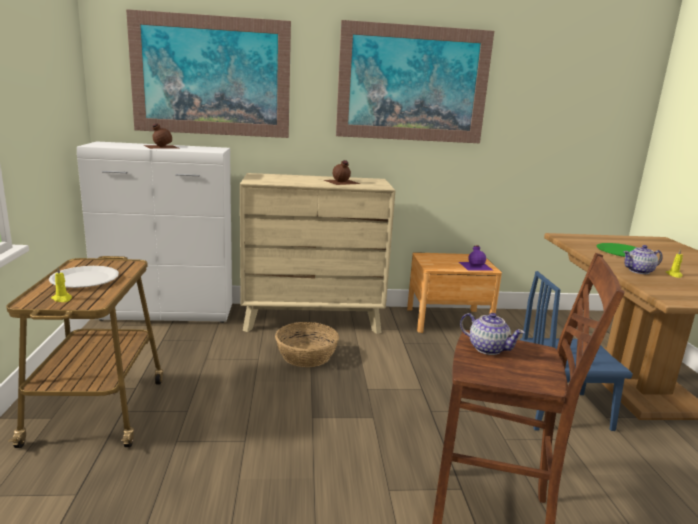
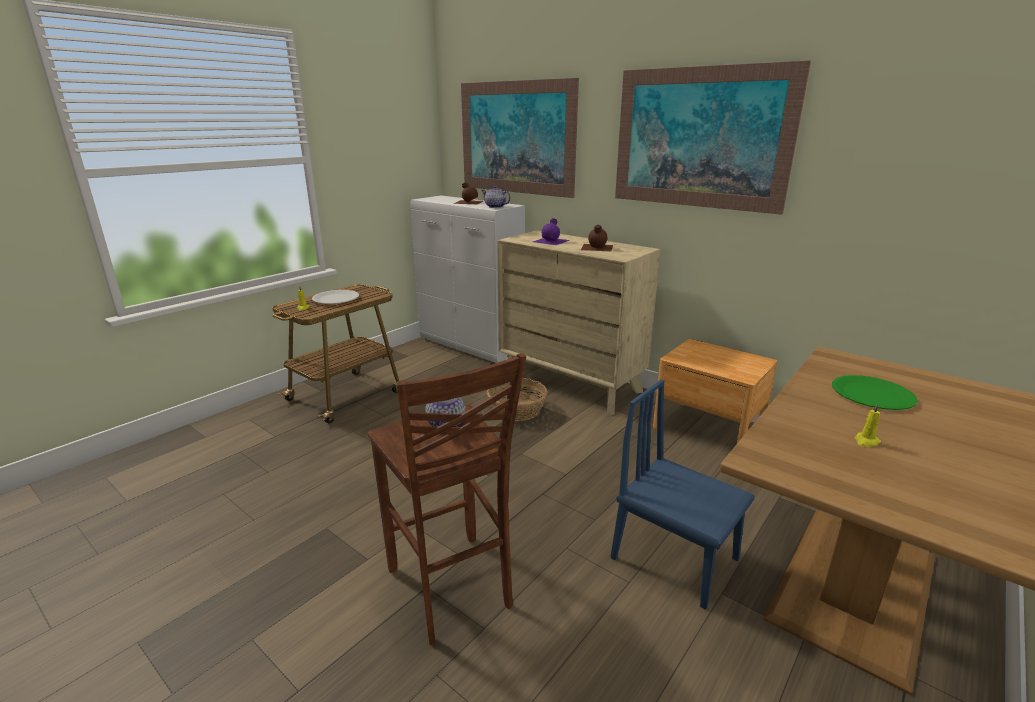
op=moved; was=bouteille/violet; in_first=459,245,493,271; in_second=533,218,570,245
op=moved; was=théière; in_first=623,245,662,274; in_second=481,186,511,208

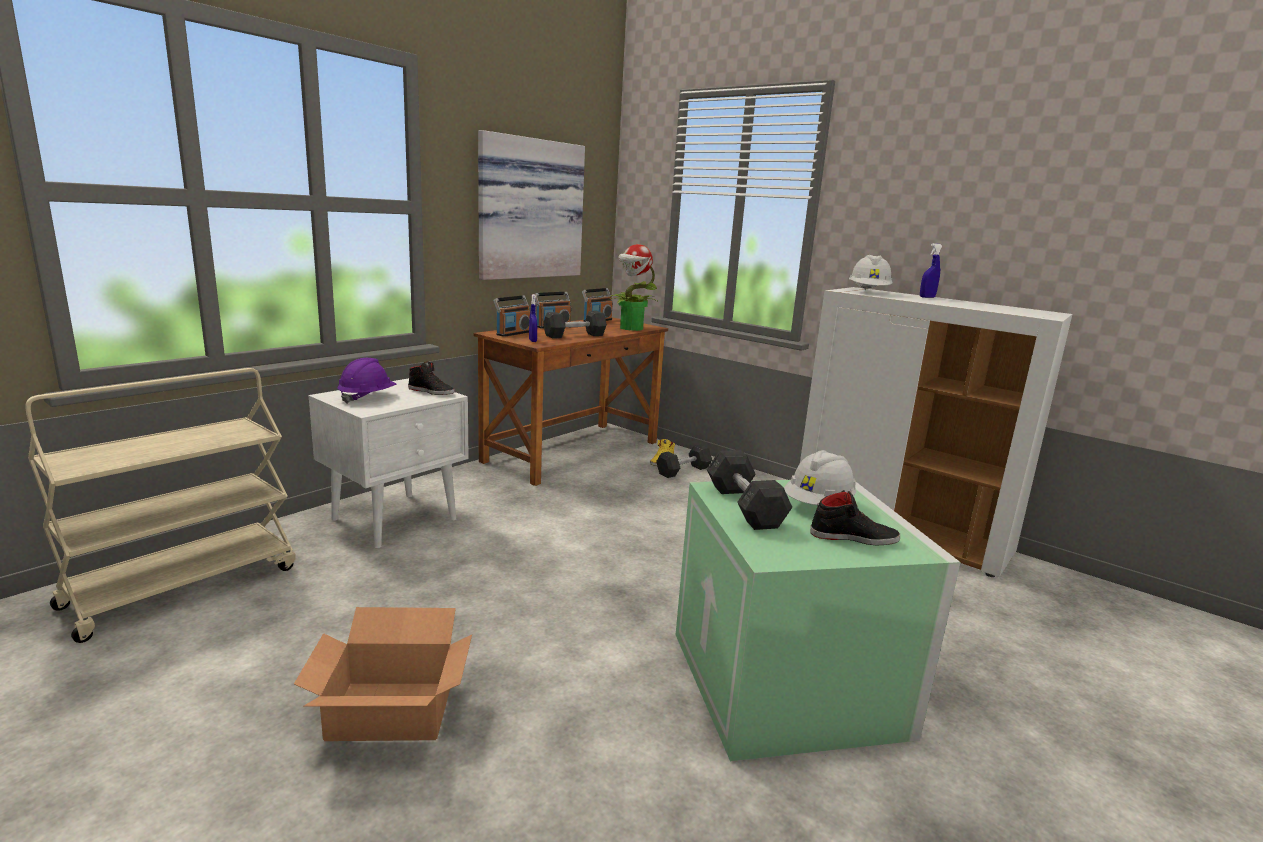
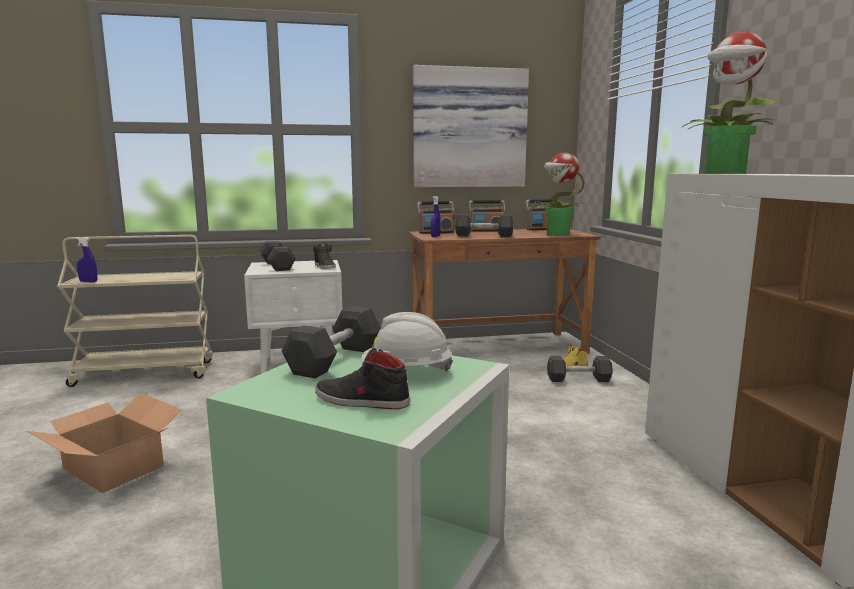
op=moved; was=vaporisateur/bleu; in_first=920,243,943,298; in_second=76,237,97,282
op=replaced; was=casque de chantier/blanc; now=plante en pot; in_first=849,255,893,290; in_second=681,32,779,174
op=replaced; was=casque de chantier/violet; now=haltère/gris; in_first=337,358,396,404; in_second=260,241,296,271
op=turned; was=chaussure/noir; in_first=811,490,900,545; in_second=315,348,410,409; clockwise=150

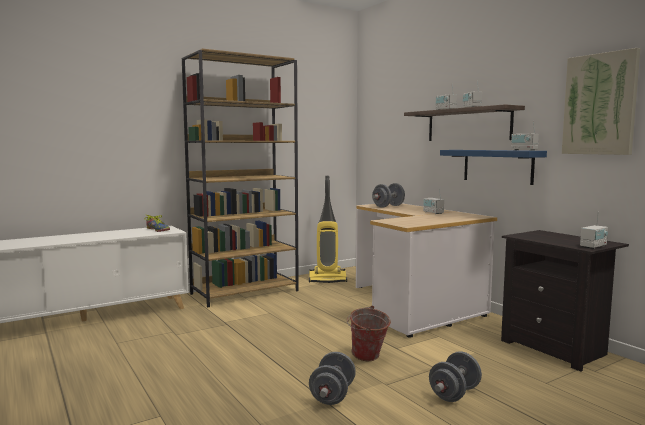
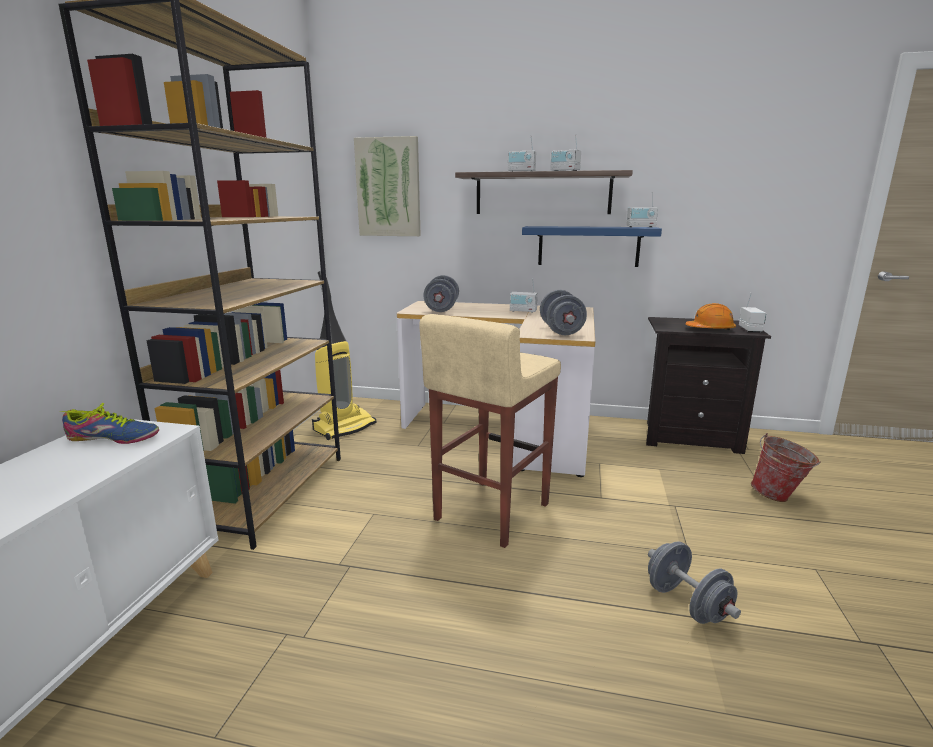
op=moved; was=tableau; in_first=562,48,640,155; in_second=354,136,421,236
op=moved; was=seau; in_first=347,306,391,361; in_second=751,433,821,502
op=moved; was=haltère/gris; in_first=429,351,482,402; in_second=540,290,587,335
op=added; now=casque de chantier/orange; in_second=685,303,736,331
op=added; now=tabouret/beige; in_second=419,314,561,548

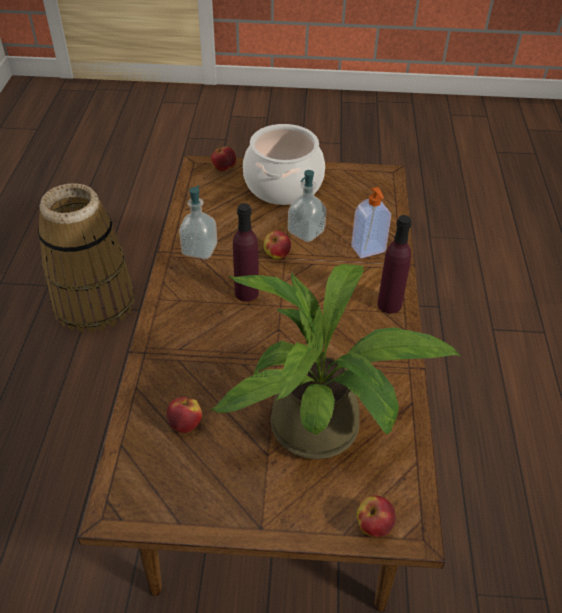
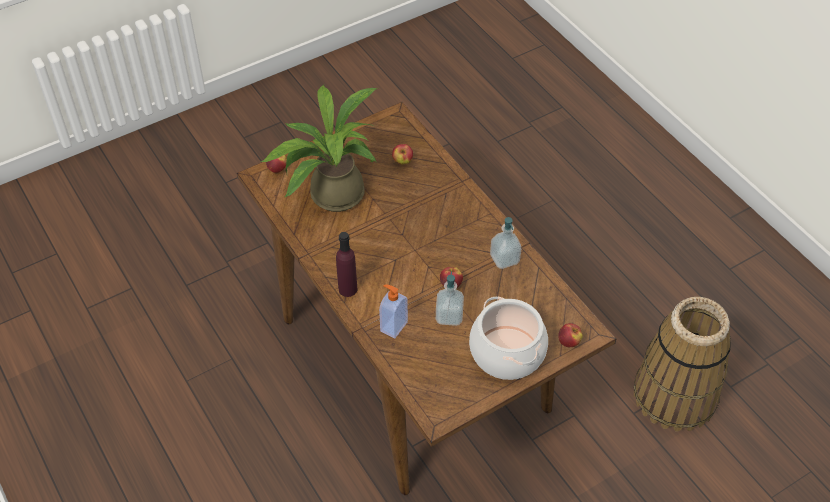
op=removed; was=bouteille/violet; in_first=233,203,259,302

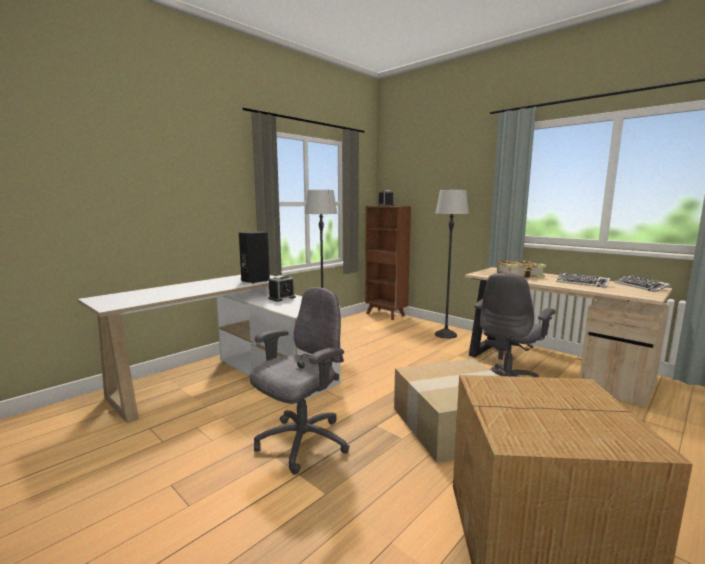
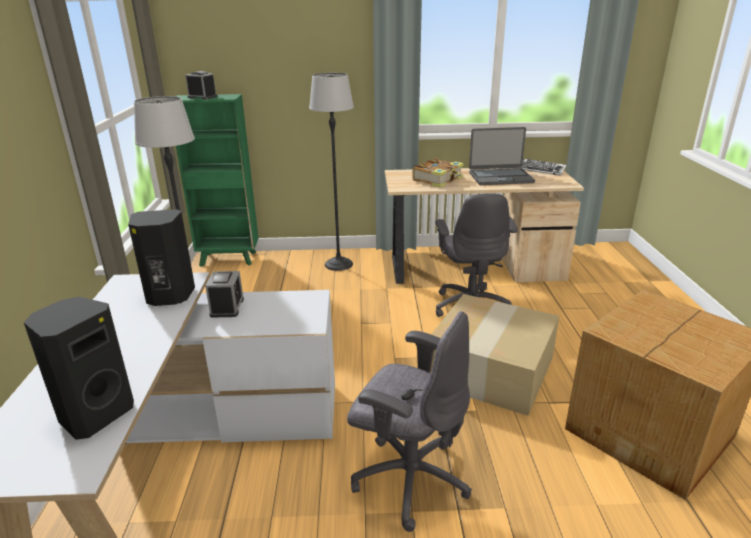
op=recoloured; was=bibliothèque/marron; now=bibliothèque/vert; in_first=365,206,411,320; in_second=176,94,259,267
op=replaced; was=clavier; now=ordinateur portable; in_first=556,273,610,288; in_second=469,127,535,185
op=turned; was=chaise de bureau/gris; in_first=250,287,350,475; in_second=347,311,472,532; clockwise=120
op=added; now=enceinte/noir; in_second=24,297,134,440

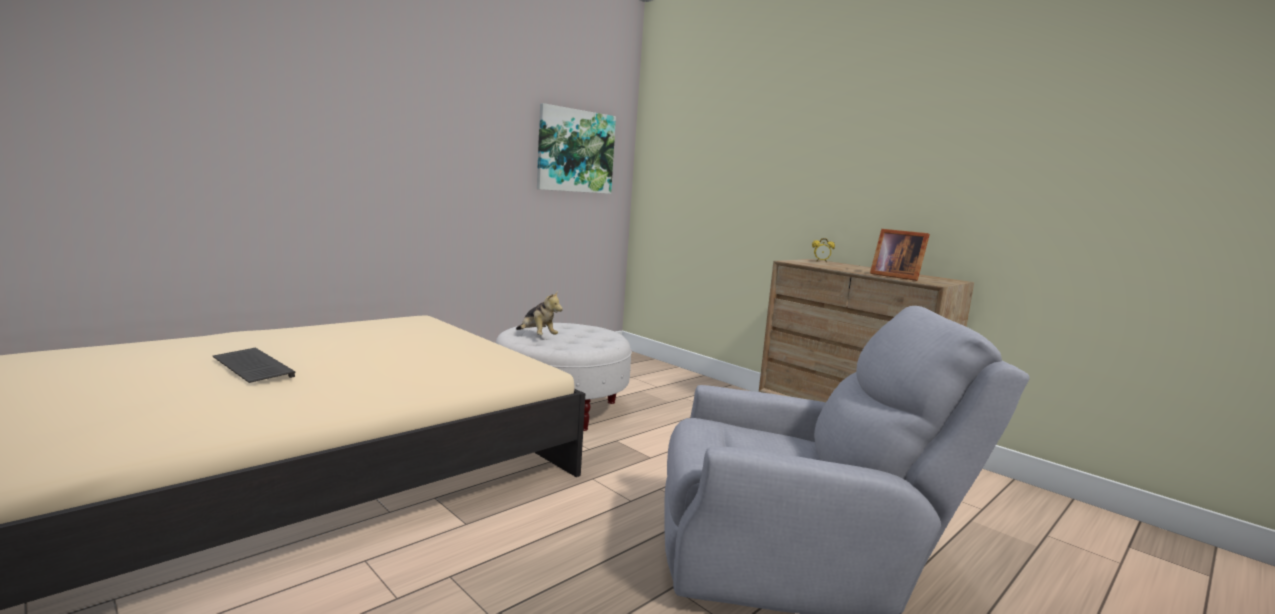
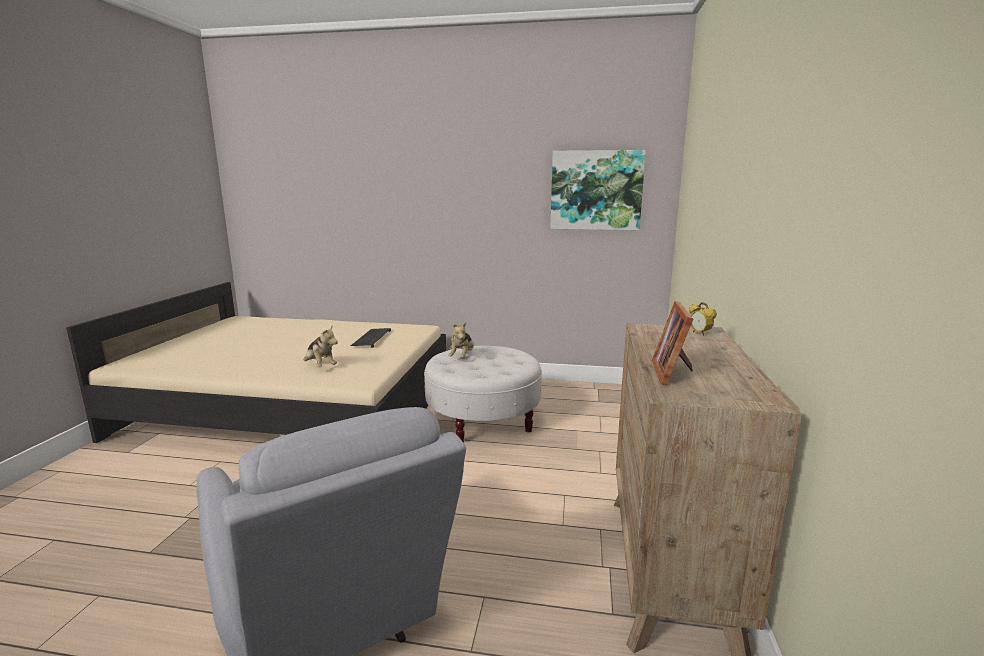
op=moved; was=clavier; in_first=213,348,295,383; in_second=351,328,391,348
op=added; now=peluche; in_second=303,326,338,367

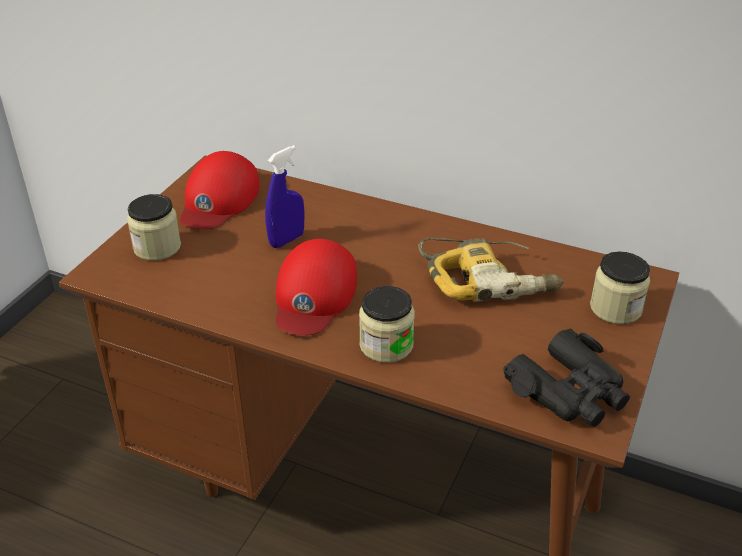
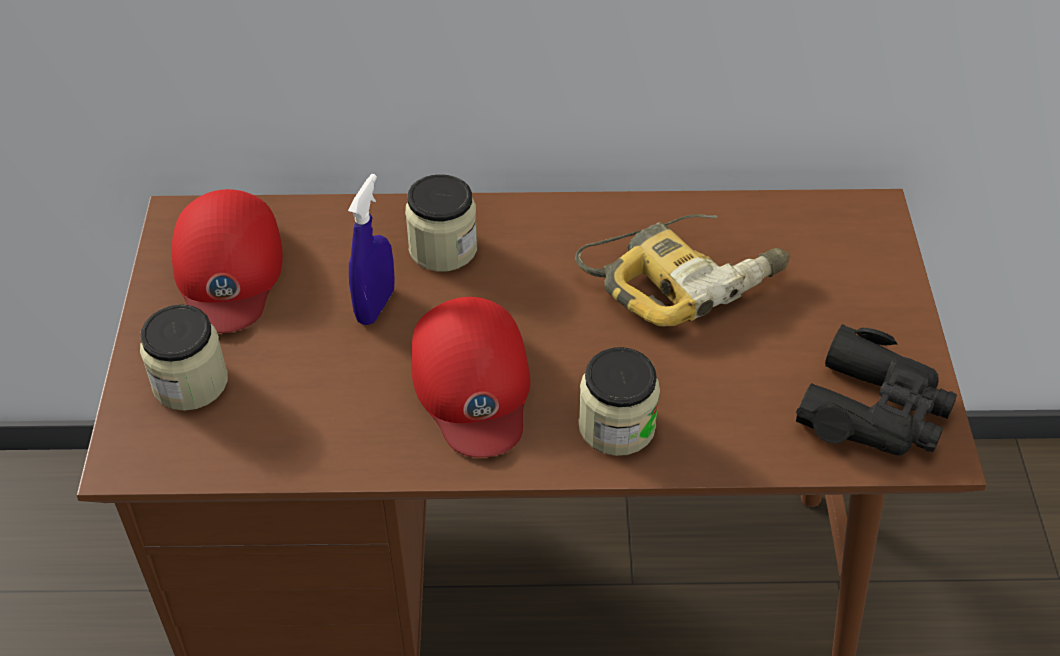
op=moved; was=bocal; in_first=590,251,650,324; in_second=405,174,477,272

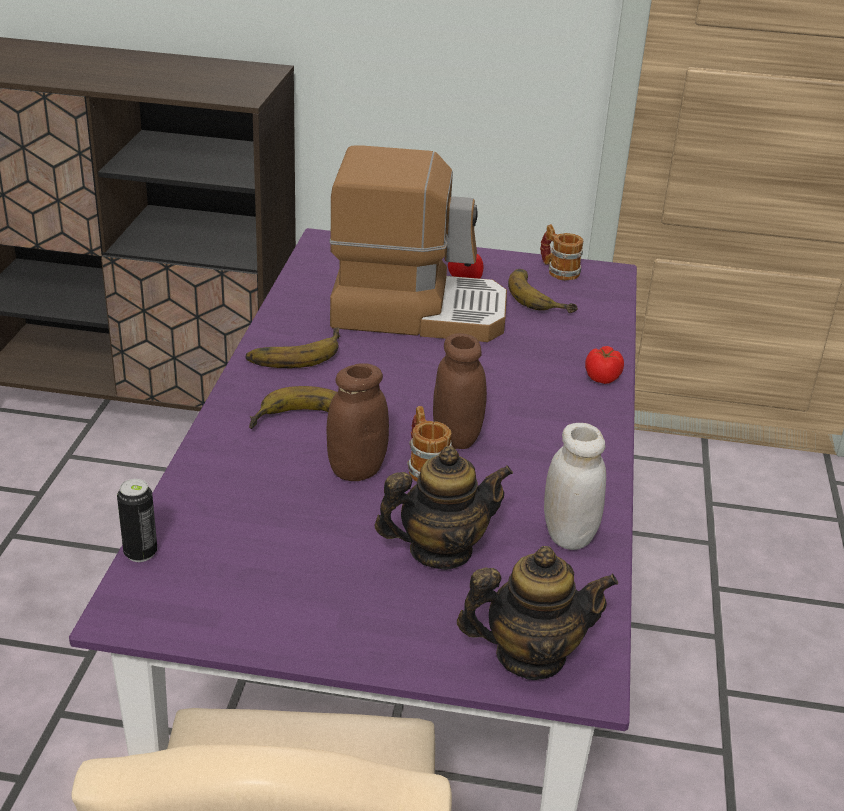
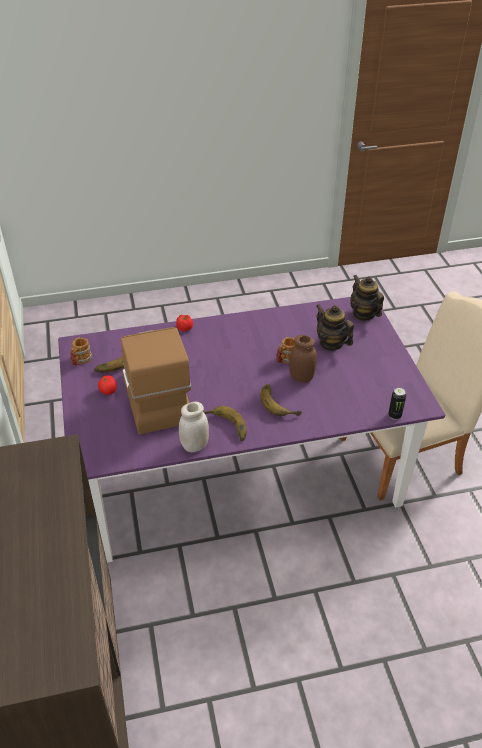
op=removed; was=bocal/marron; in_first=433,333,487,449
op=moved; was=bocal/blanc; in_first=544,423,606,550; in_second=179,402,209,452

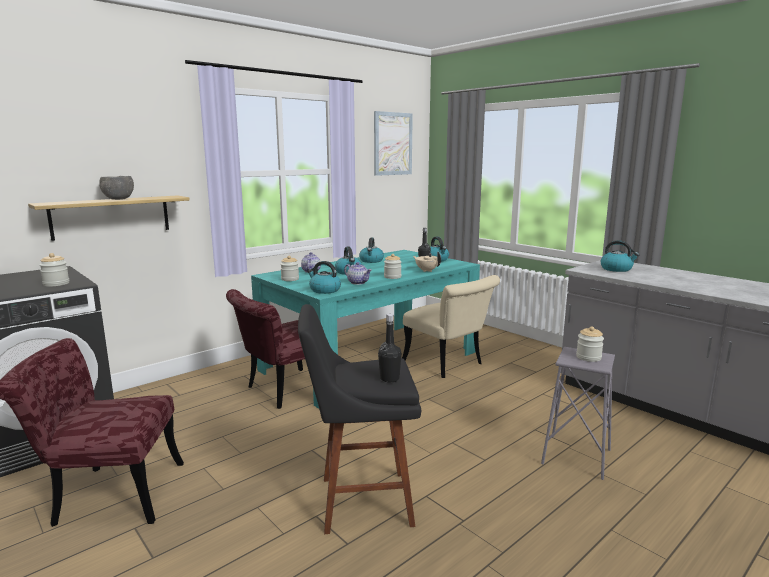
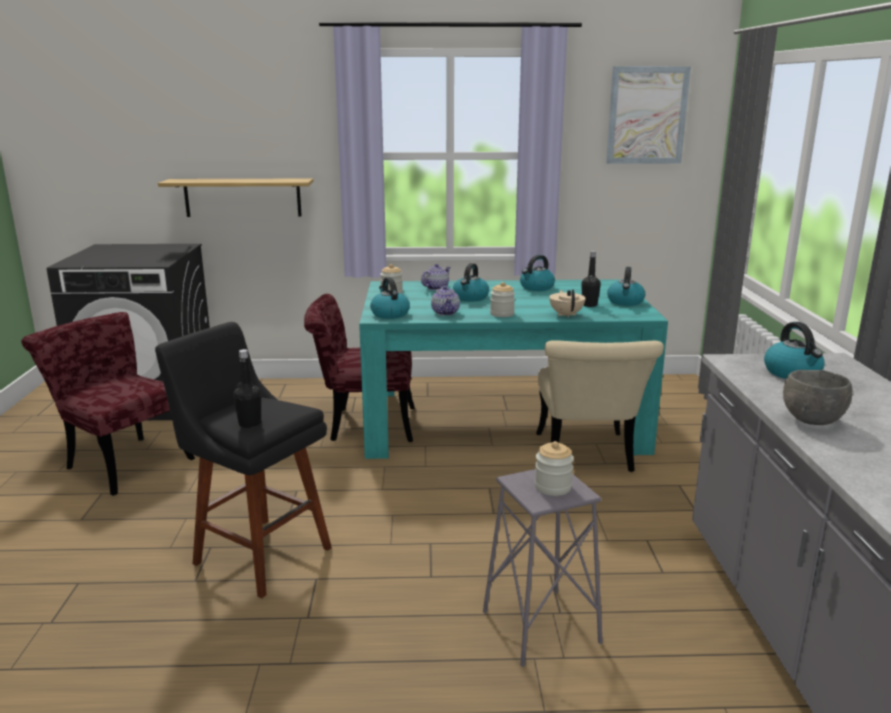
op=moved; was=bol/gris; in_first=99,176,134,200; in_second=783,370,853,425
op=removed; was=bocal; in_first=39,253,69,287

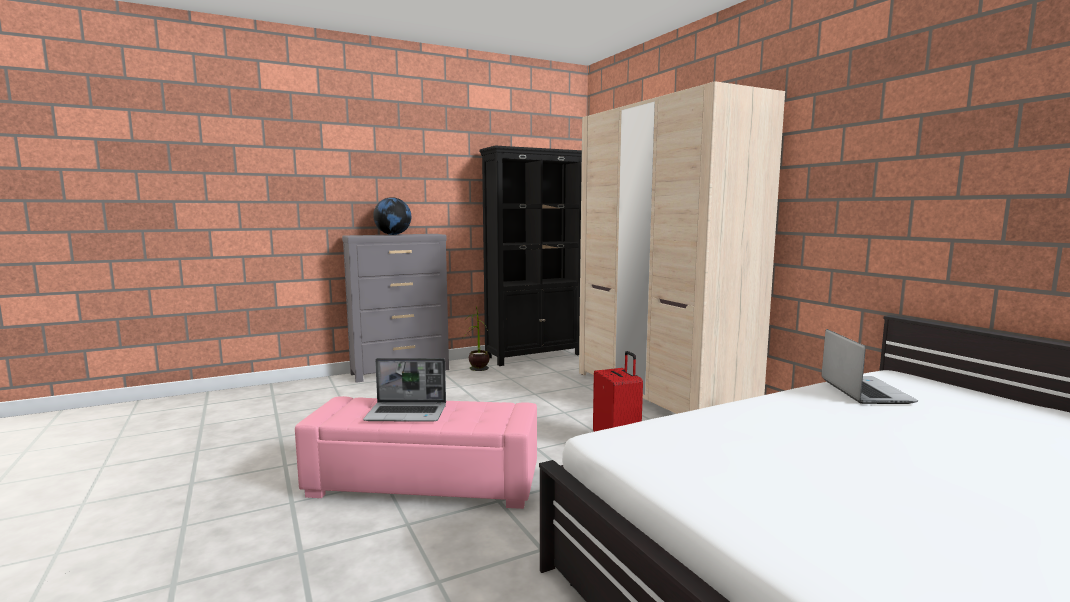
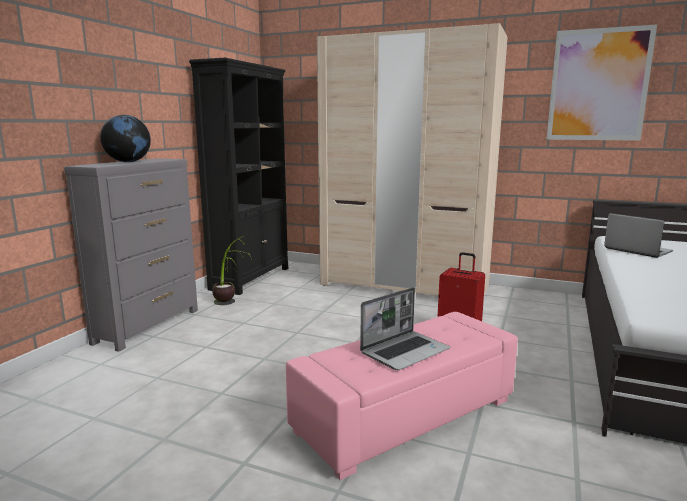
op=added; now=tableau; in_second=546,24,657,141

